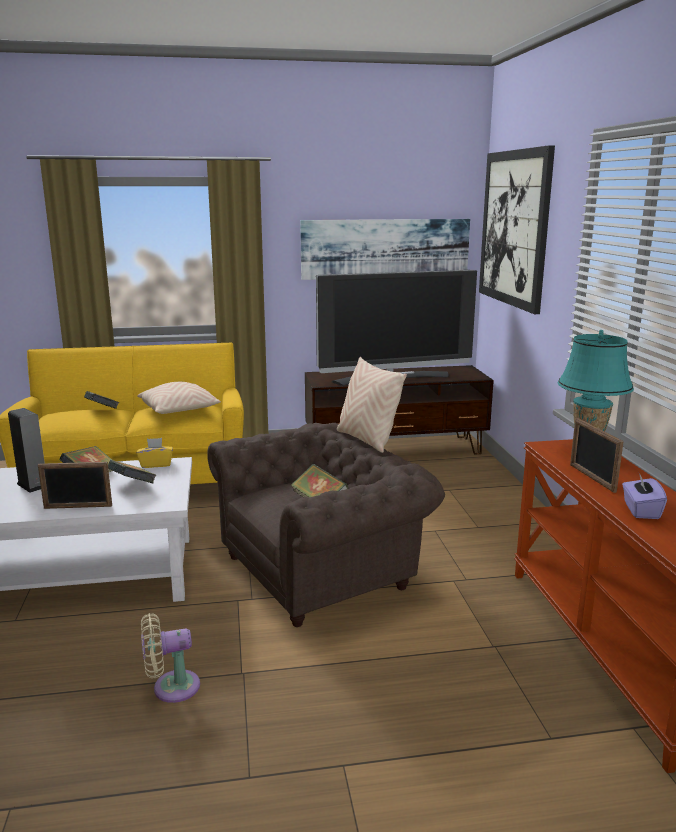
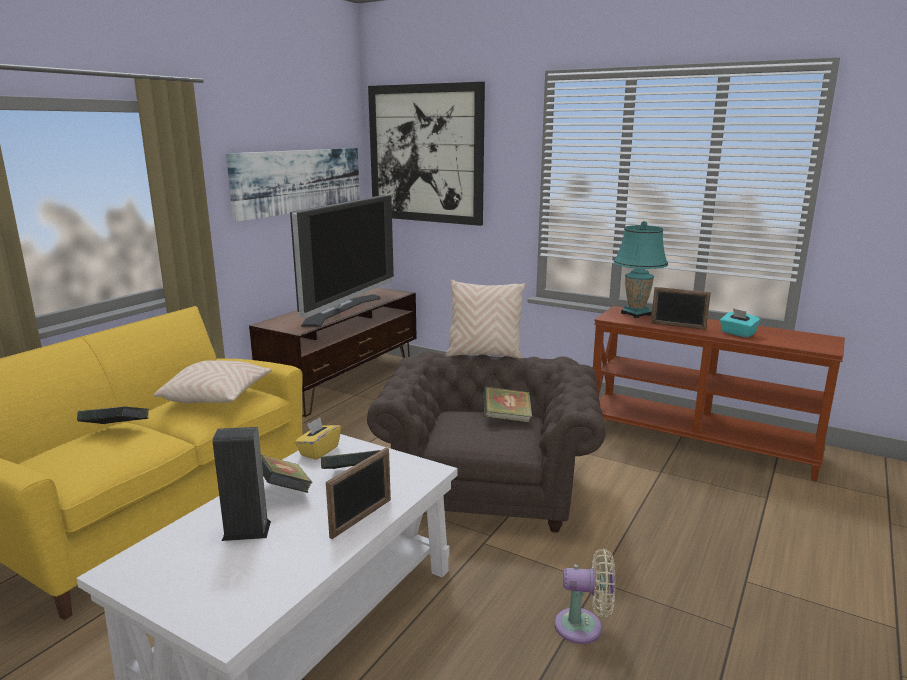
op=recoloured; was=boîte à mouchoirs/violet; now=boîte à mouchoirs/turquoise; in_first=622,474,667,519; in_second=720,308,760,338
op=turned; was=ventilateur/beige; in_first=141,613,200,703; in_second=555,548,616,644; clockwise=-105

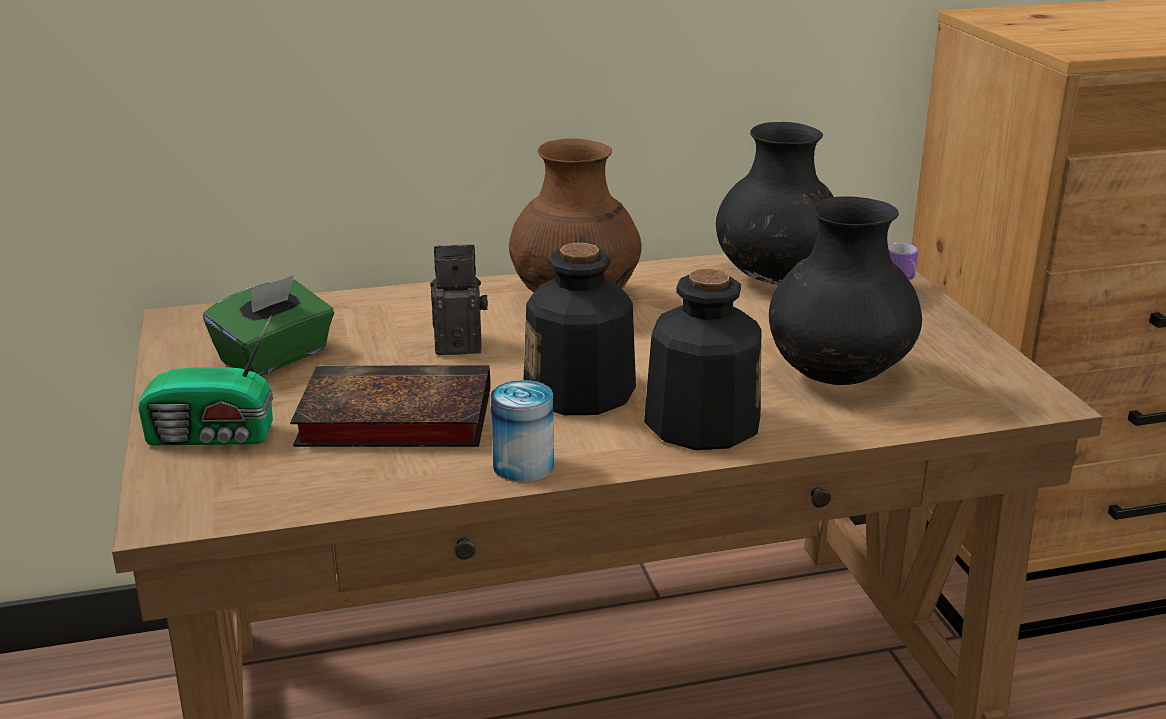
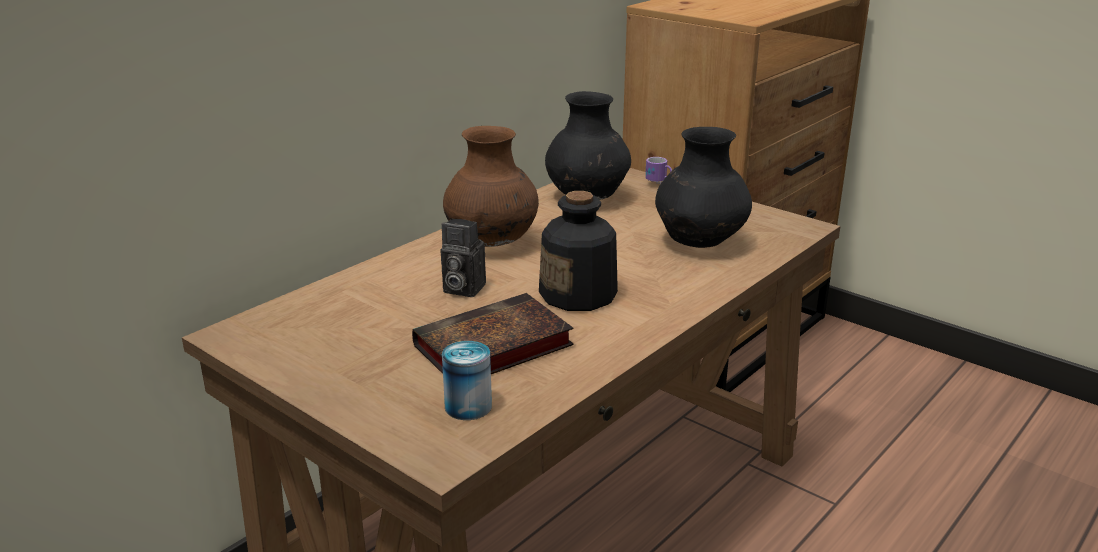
op=turned; was=appareil photo; in_first=430,244,488,355; in_second=440,219,486,297; clockwise=-120
op=removed; was=bouteille; in_first=644,268,761,450
op=removed; was=boîte à mouchoirs/vert; in_first=203,275,334,376
op=removed; was=radio; in_first=138,316,273,445
op=moved; was=boîte métallique; in_first=491,380,554,482; in_second=442,341,492,420

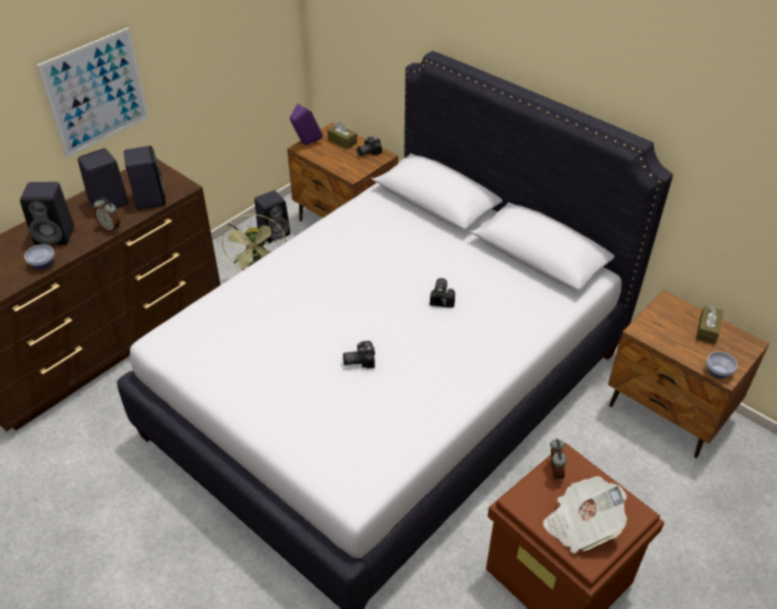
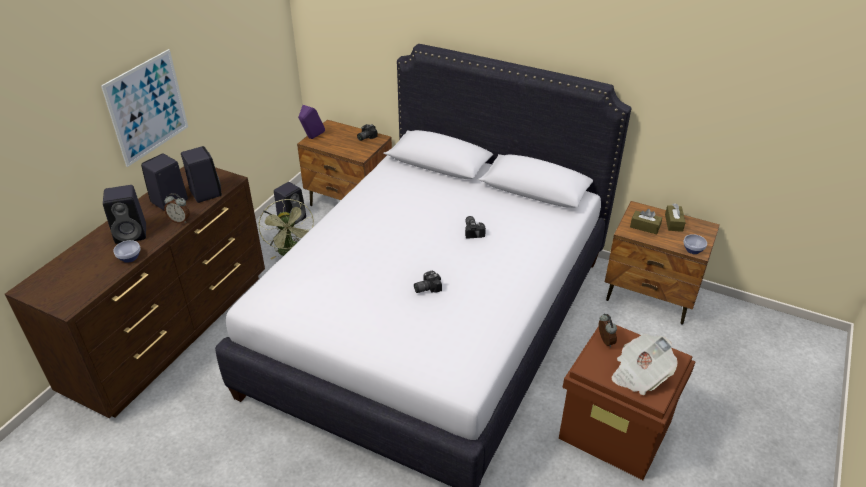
op=moved; was=boîte à mouchoirs/marron; in_first=327,122,357,149; in_second=630,209,662,235

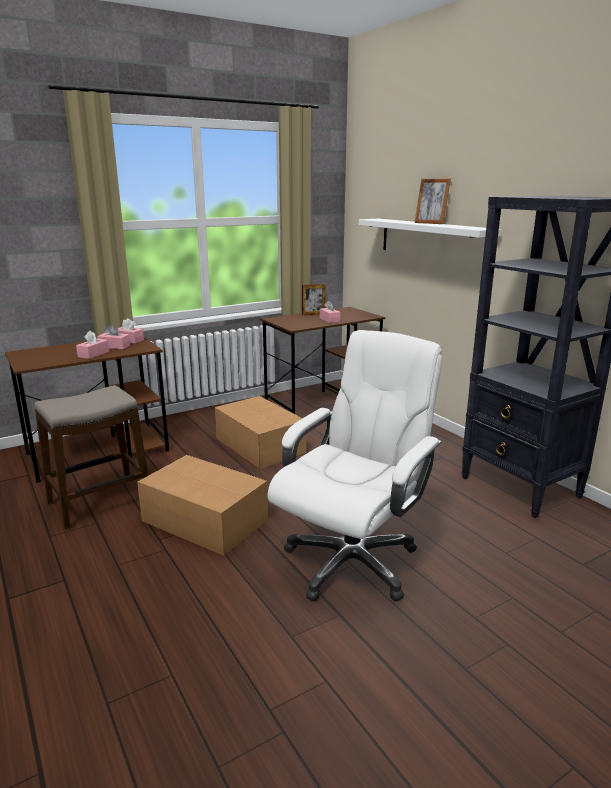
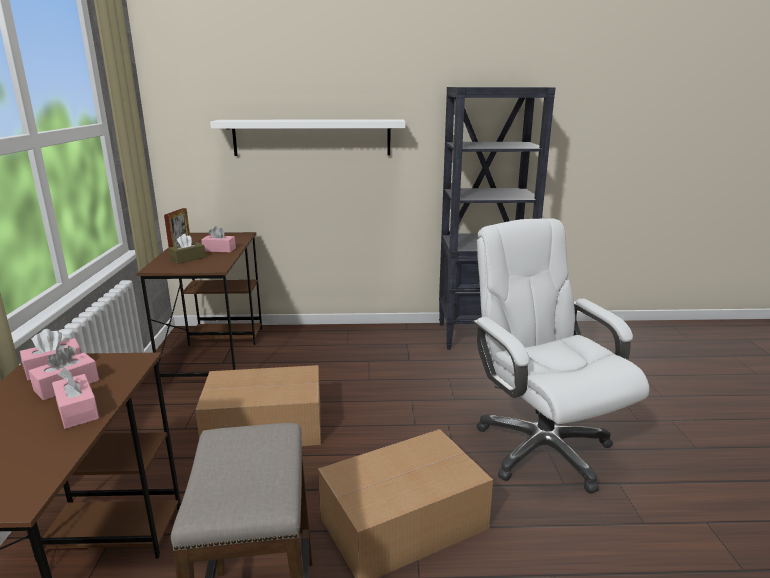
op=removed; was=cadre photo; in_first=414,179,451,224
op=added; now=boîte à mouchoirs/marron; in_second=168,234,206,264

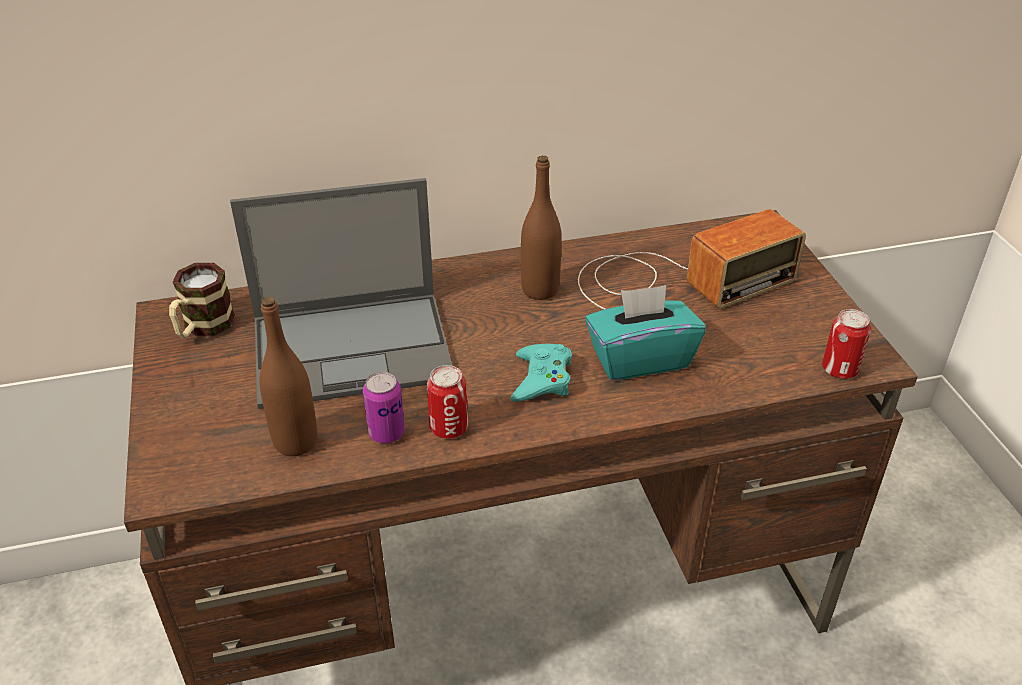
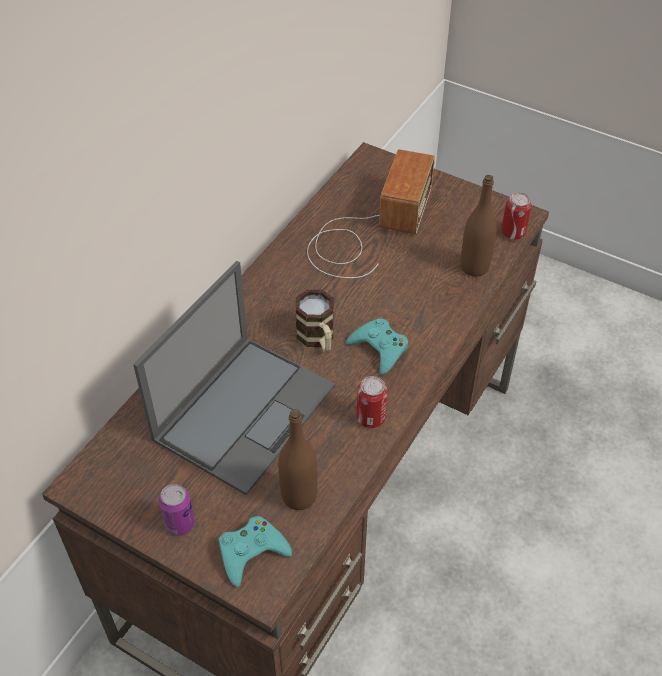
op=moved; was=bouteille/marron; in_first=521,156,562,300; in_second=461,175,497,277
op=moved; was=mug; in_first=169,263,235,338; in_second=295,290,333,352
op=removed; was=boîte à mouchoirs/turquoise; in_first=585,285,706,380
op=moved; was=boîte métallique; in_first=363,372,405,443; in_second=159,484,195,536
op=added; now=manette/turquoise; in_second=219,516,292,587

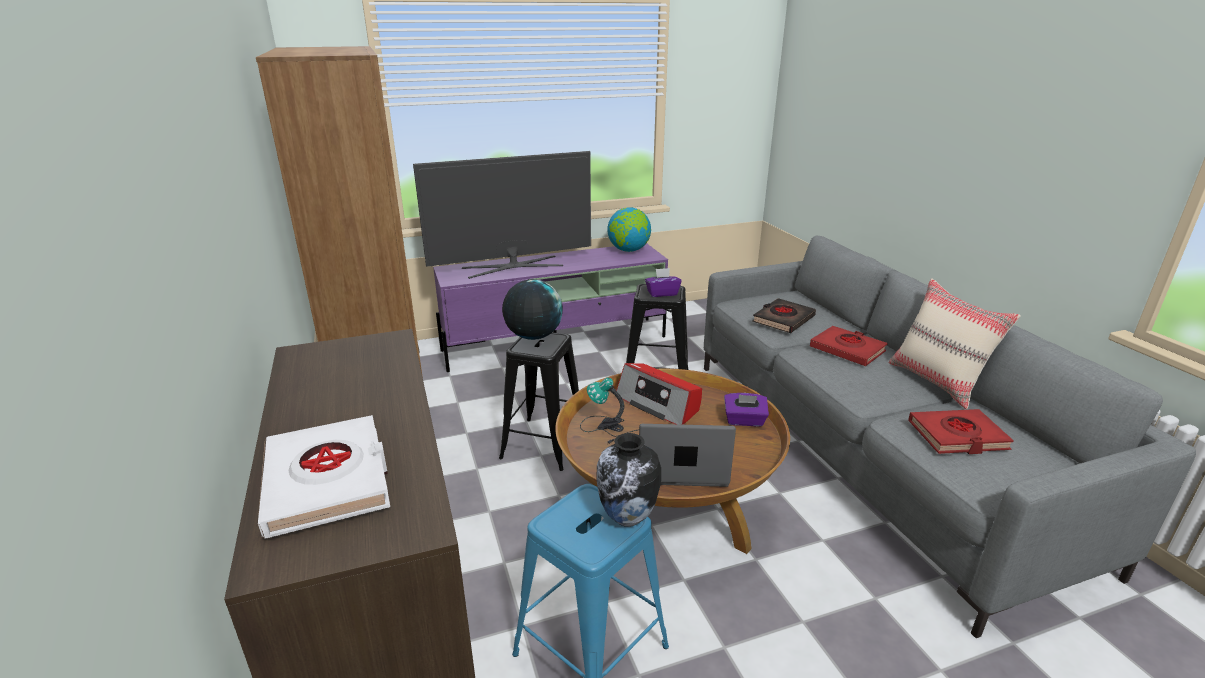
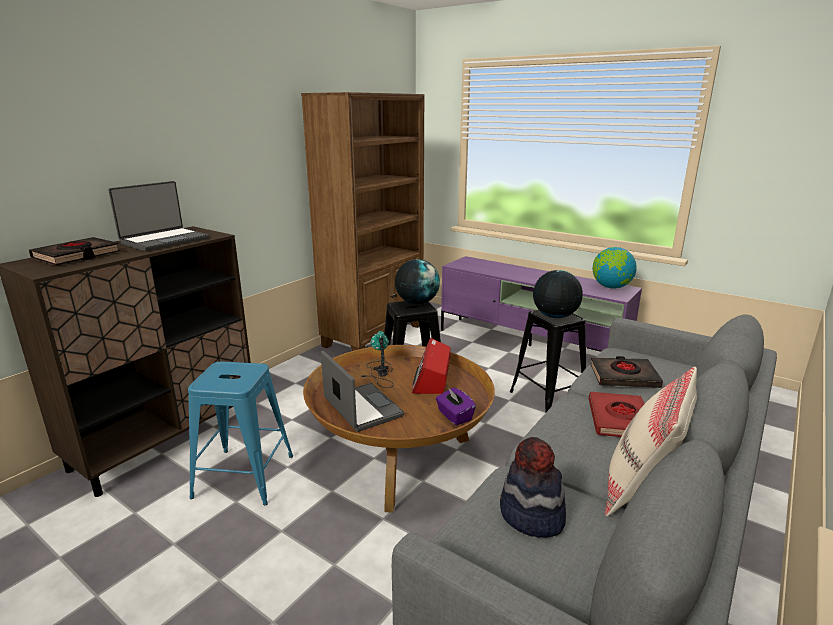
op=removed; was=téléviseur; in_first=413,151,591,279
op=replaced; was=boîte à mouchoirs/violet; now=globe; in_first=645,268,682,297; in_second=533,270,583,318
op=replaced; was=livre/rouge; now=chapeau; in_first=908,409,1014,454; in_second=500,437,566,538
op=recoloured; was=livre/blanc; now=livre/noir; in_first=258,415,390,539; in_second=29,237,120,265
op=removed; was=vase; in_first=596,433,661,527
op=added; now=ordinateur portable; in_second=108,181,209,252

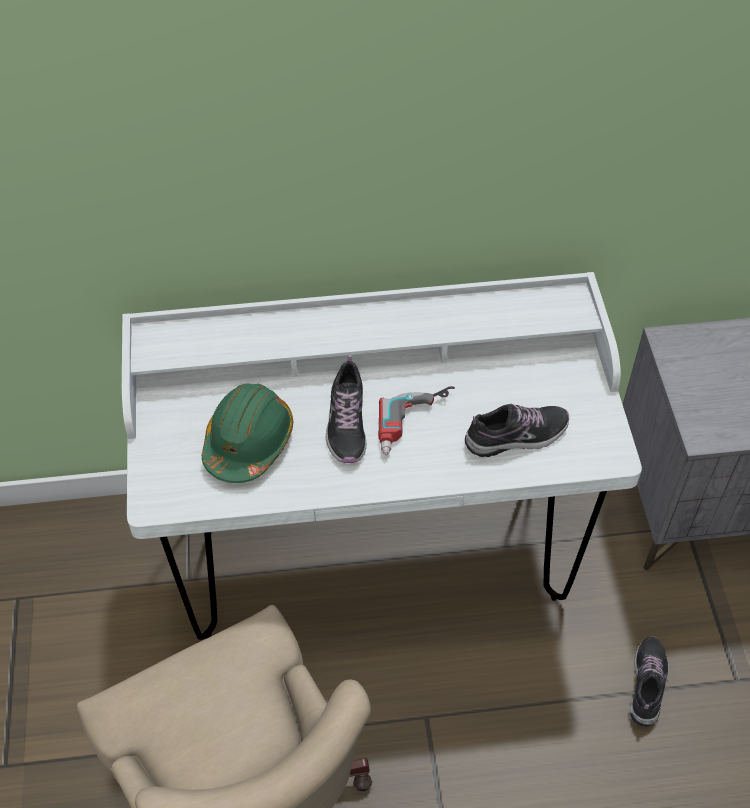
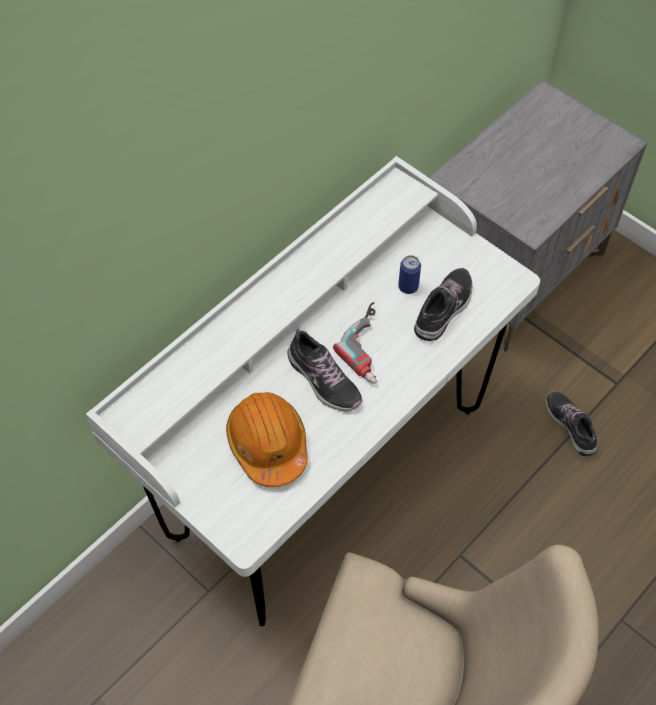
op=recoloured; was=casque de chantier/vert; now=casque de chantier/orange; in_first=202,384,293,483; in_second=226,392,308,487
op=added; now=boîte métallique; in_second=398,255,421,294

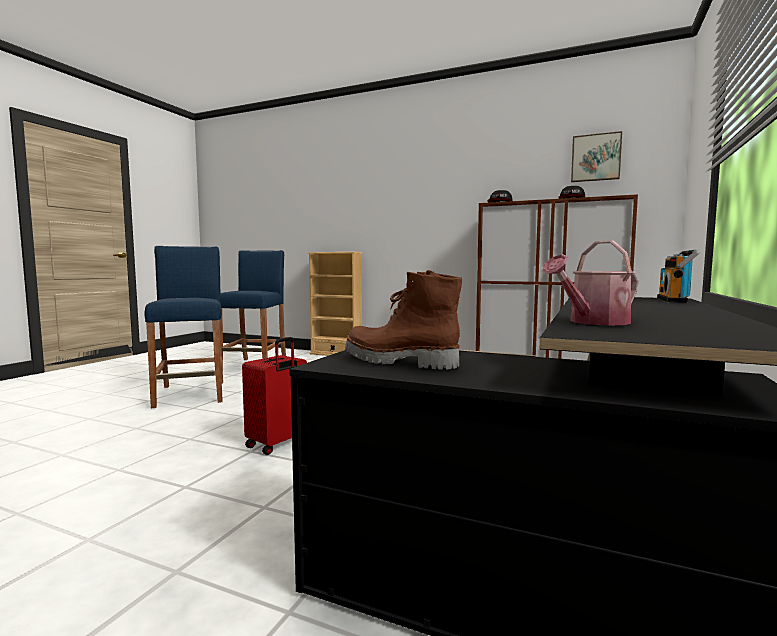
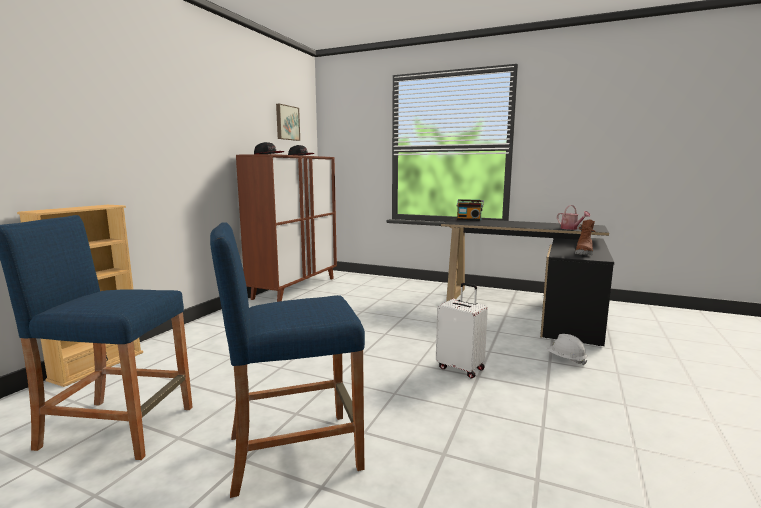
op=recoloured; was=valise/rouge; now=valise/blanc; in_first=242,337,307,455; in_second=436,283,488,379
op=added; now=casque de chantier/blanc; in_second=547,334,587,366

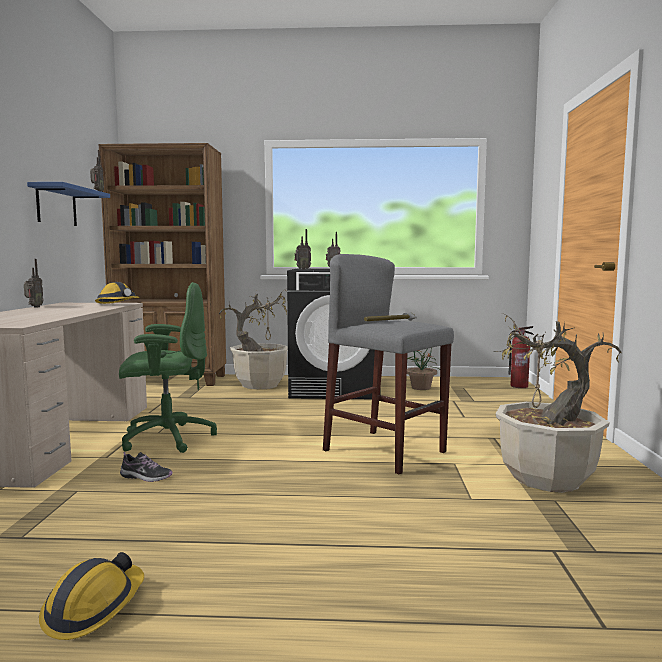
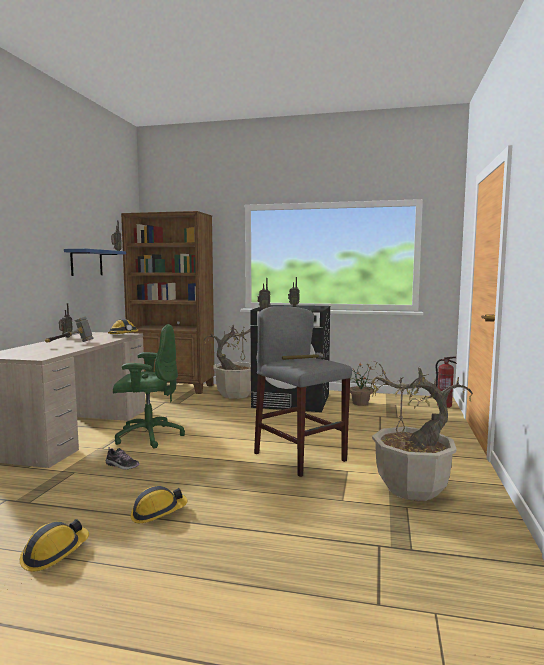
op=added; now=marteau; in_second=45,317,93,343
op=added; now=casque de chantier; in_second=131,486,187,523

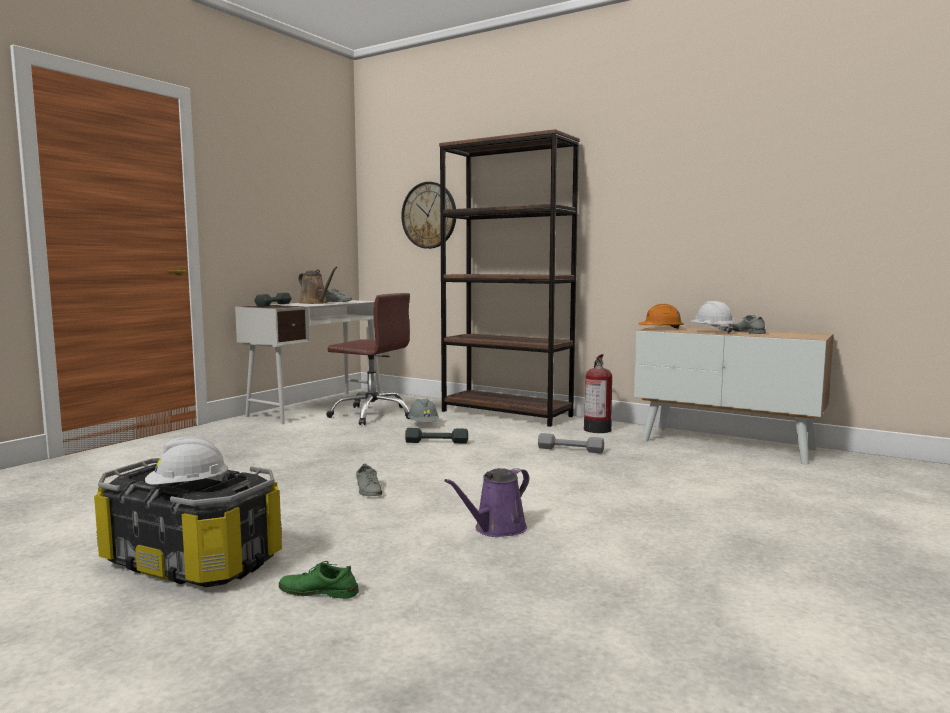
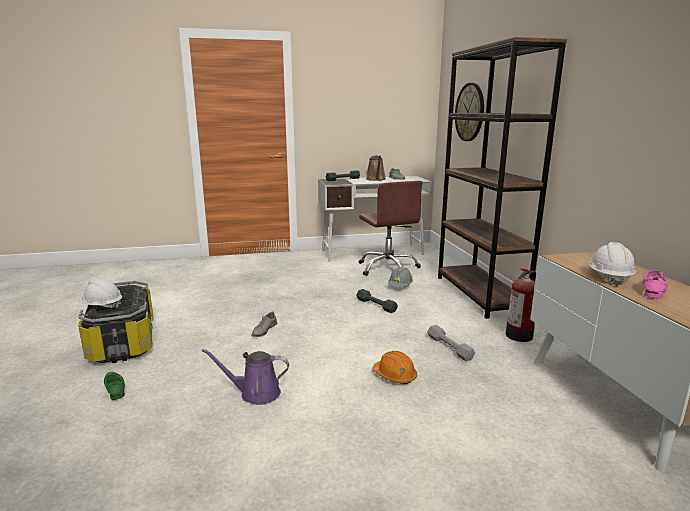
op=moved; was=casque de chantier/orange; in_first=638,304,684,329; in_second=372,351,417,384
op=recoloured; was=chaussure/gris; now=chaussure/rose; in_first=732,315,766,334; in_second=643,270,668,299

